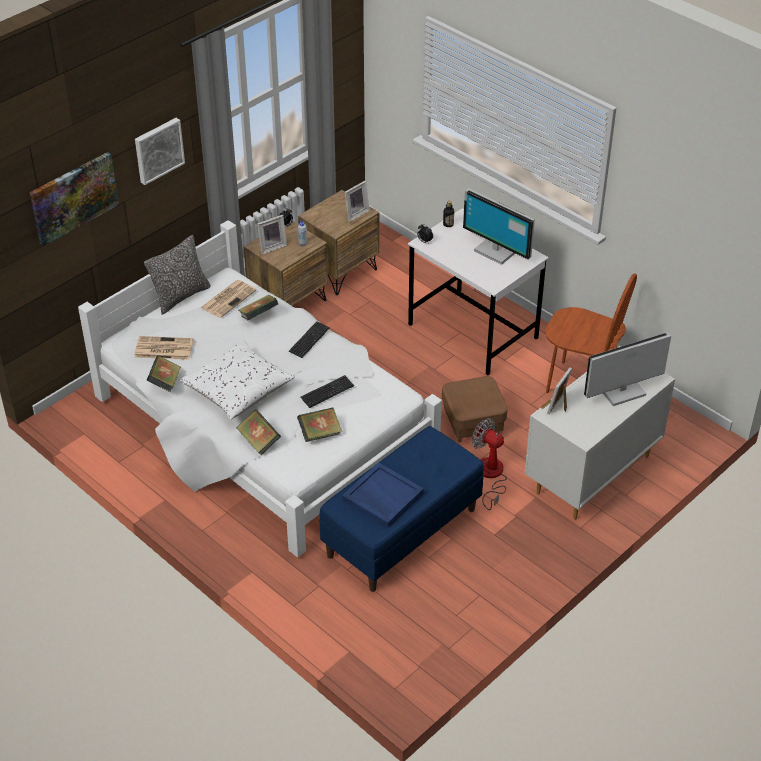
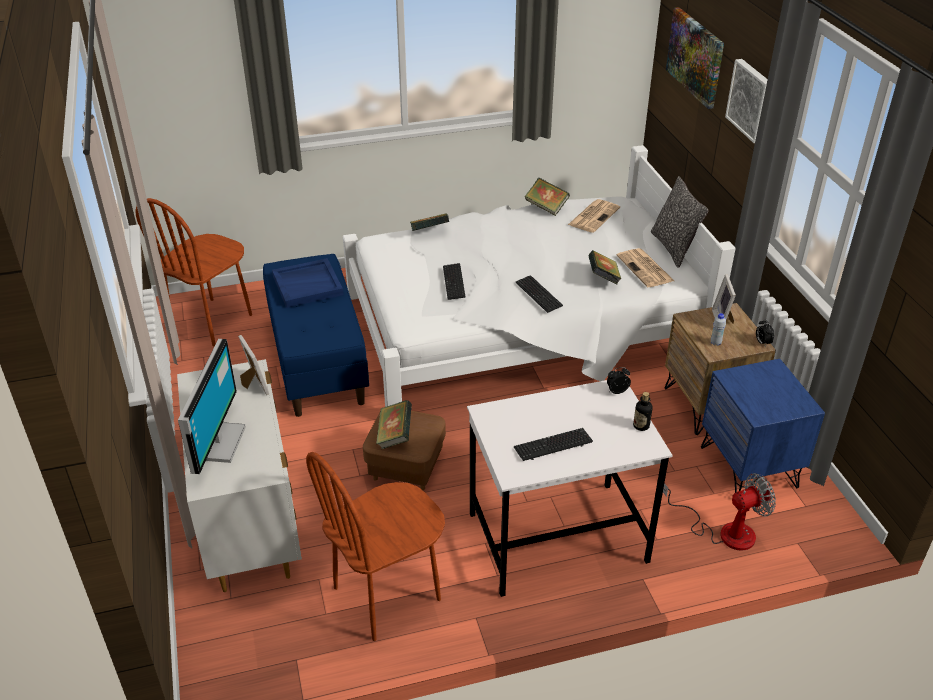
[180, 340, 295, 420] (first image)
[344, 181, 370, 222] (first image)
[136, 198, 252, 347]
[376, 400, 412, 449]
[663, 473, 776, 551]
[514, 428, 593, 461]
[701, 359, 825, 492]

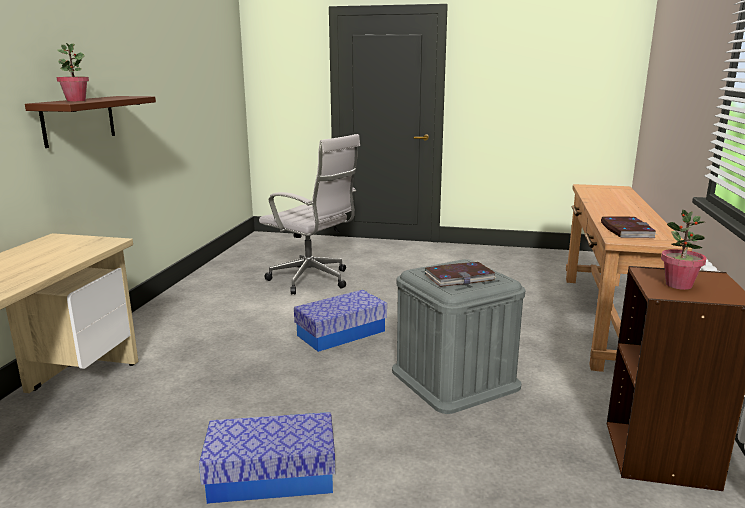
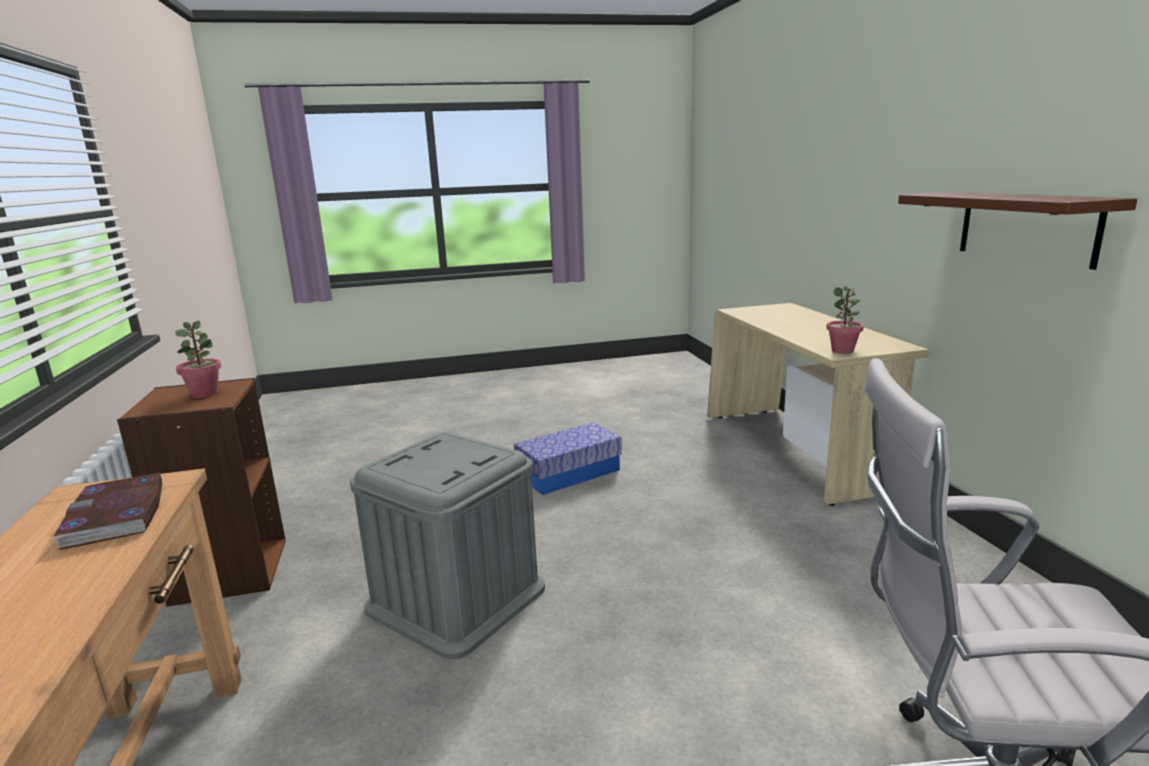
[294, 290, 387, 352] (first image)
[424, 262, 496, 287] (first image)
[826, 286, 864, 354]

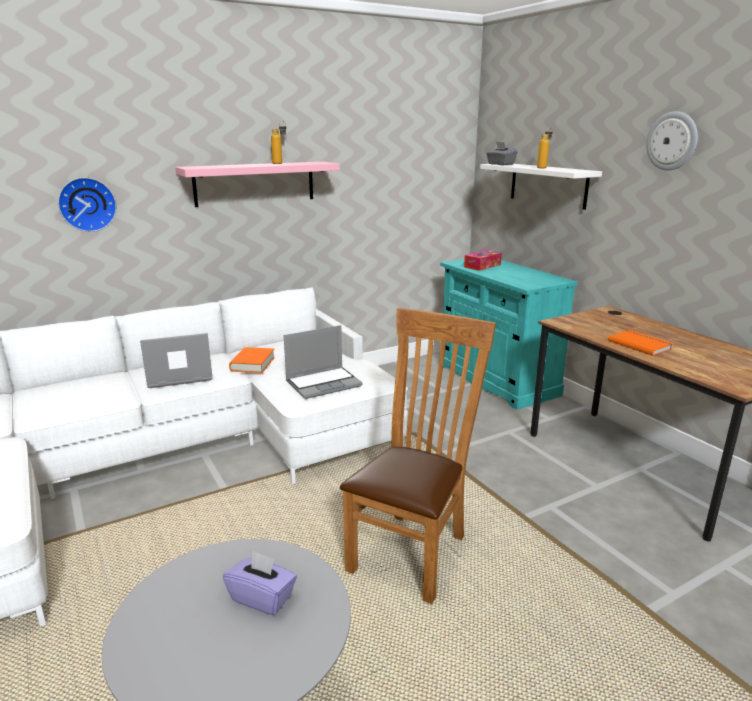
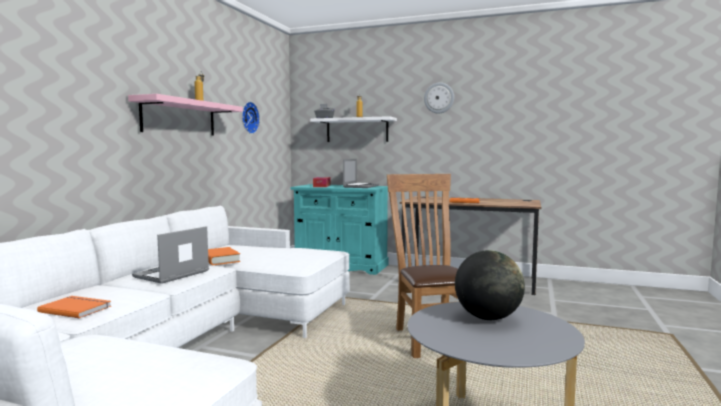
[37, 296, 111, 318]
[242, 102, 260, 134]
[343, 159, 379, 188]
[455, 250, 525, 320]

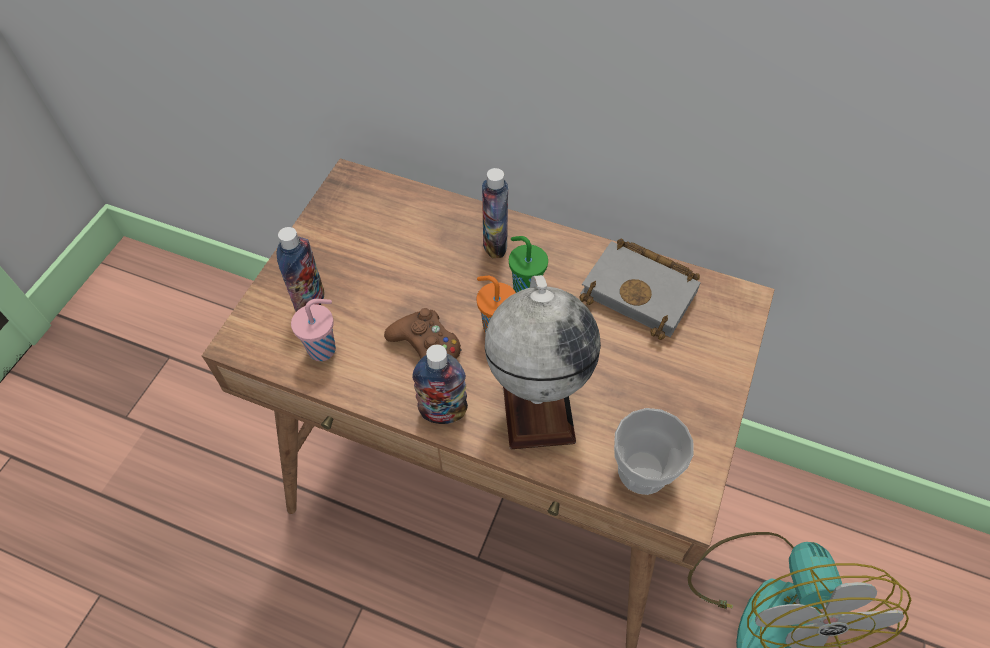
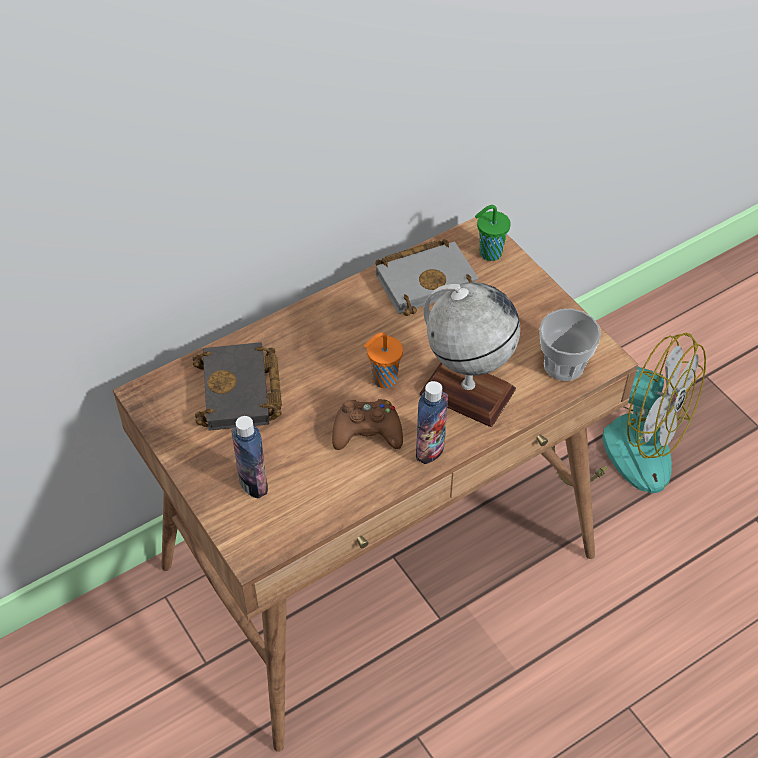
[291, 299, 336, 361] (first image)
[482, 168, 508, 258] (first image)
[193, 342, 282, 431]
[475, 205, 511, 261]

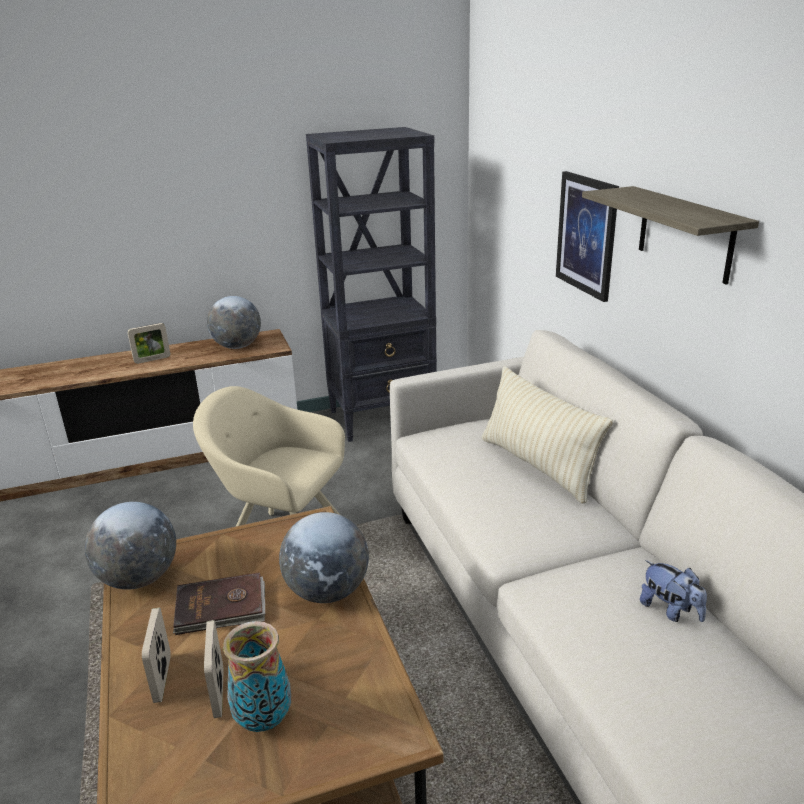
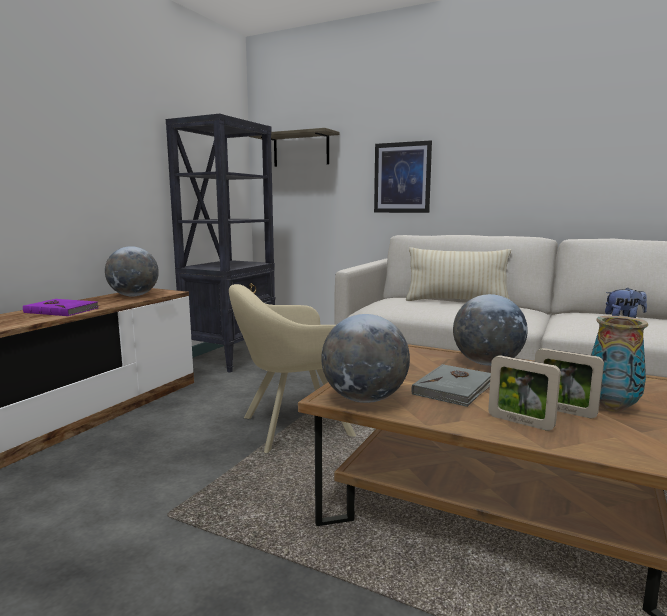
[248, 128, 339, 167]
[23, 299, 99, 316]
[411, 364, 491, 407]

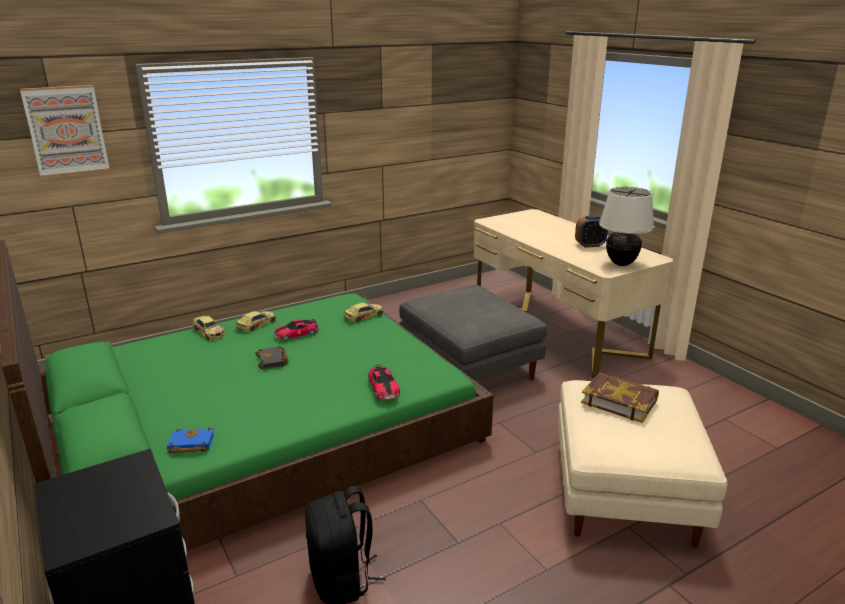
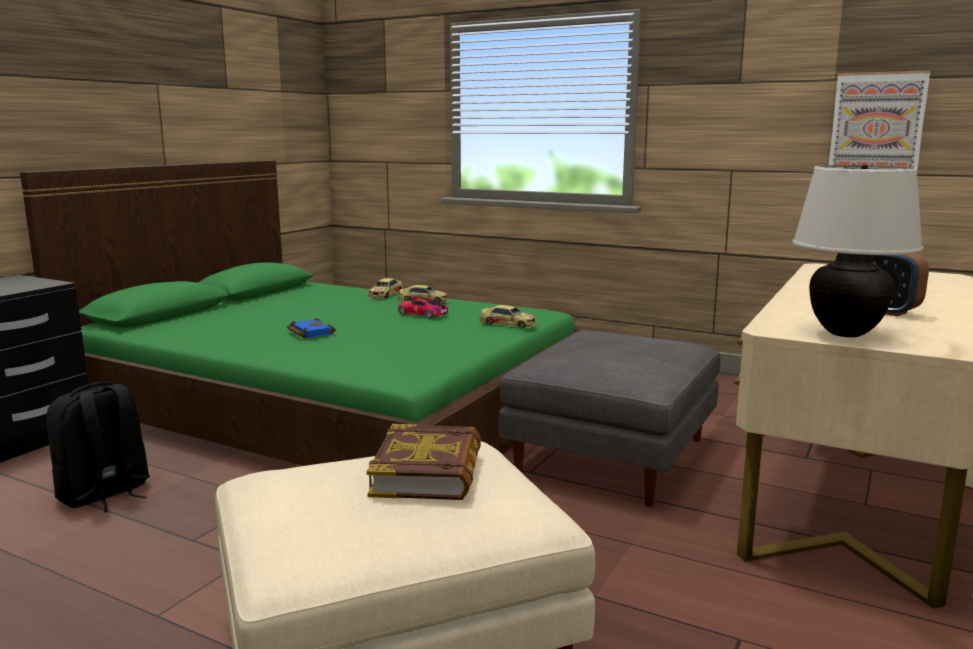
[255, 346, 288, 369] (first image)
[368, 365, 400, 400] (first image)
[829, 70, 930, 169]
[287, 318, 336, 339]

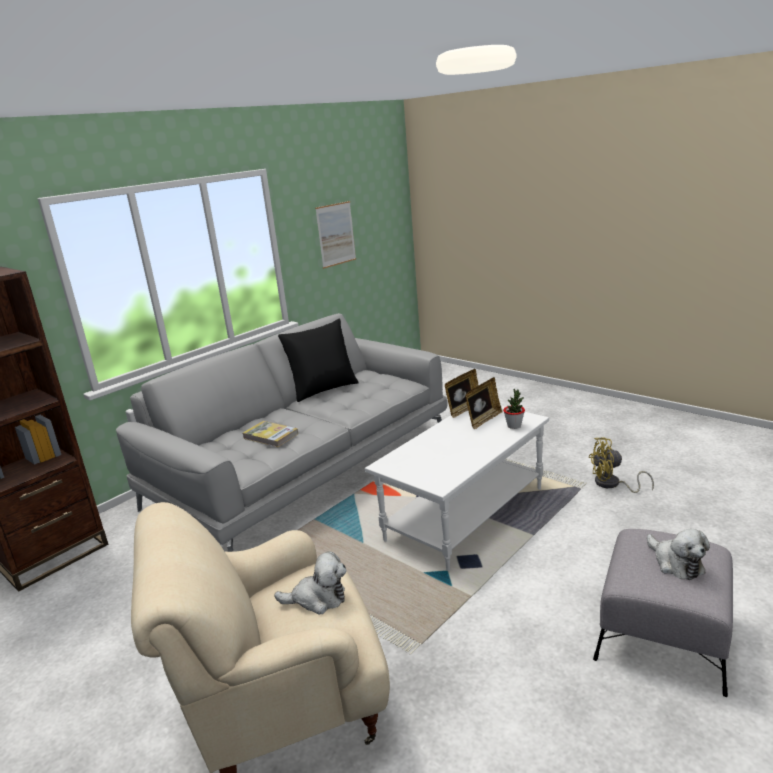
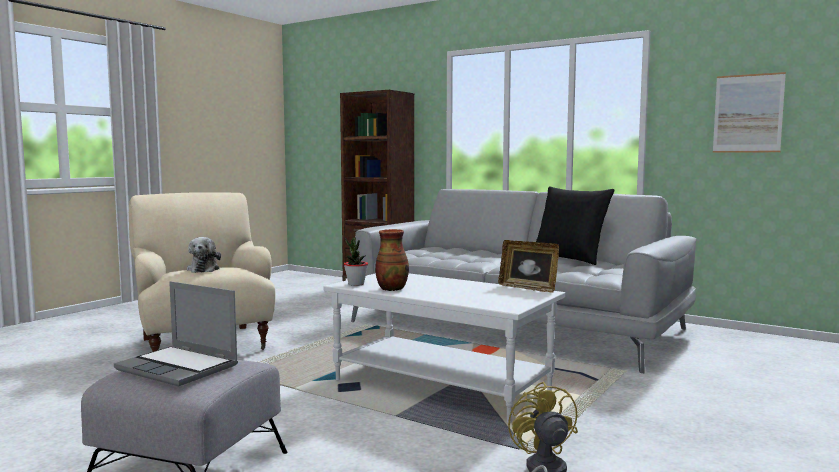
[243, 421, 298, 447] (first image)
[465, 377, 503, 429] (first image)
[375, 229, 409, 291]
[344, 237, 368, 286]
[114, 281, 238, 387]

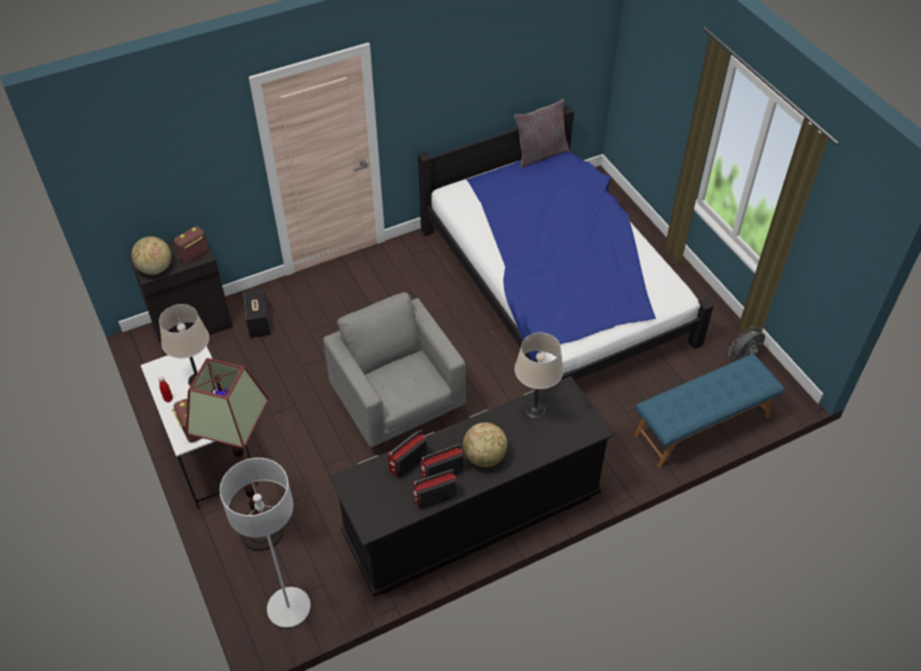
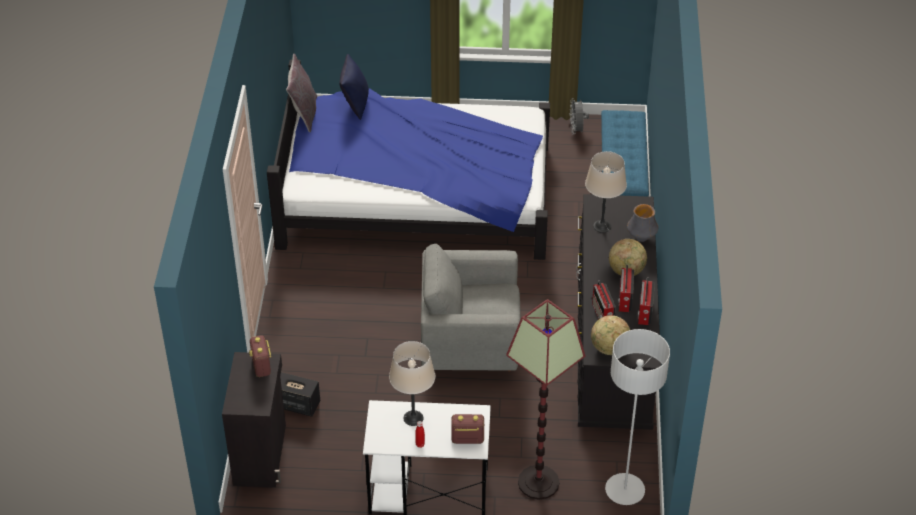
[339, 54, 369, 120]
[627, 204, 658, 242]
[591, 315, 630, 355]

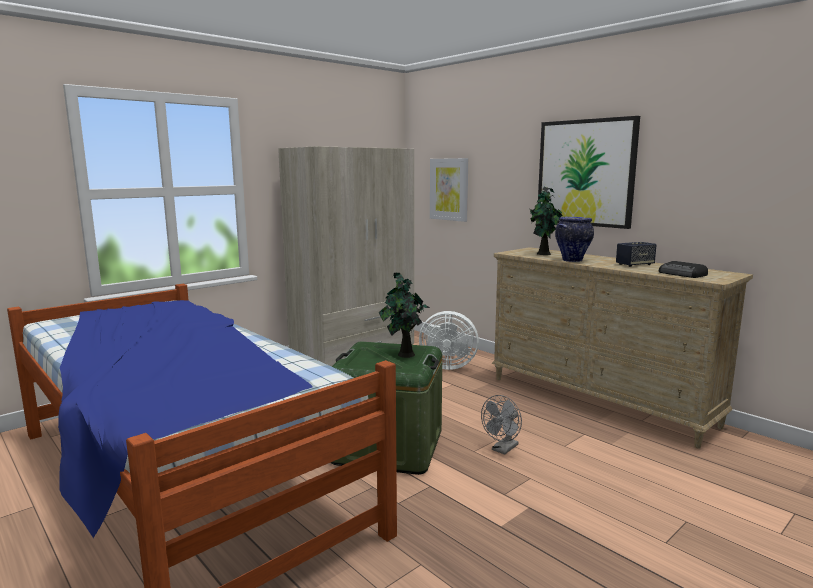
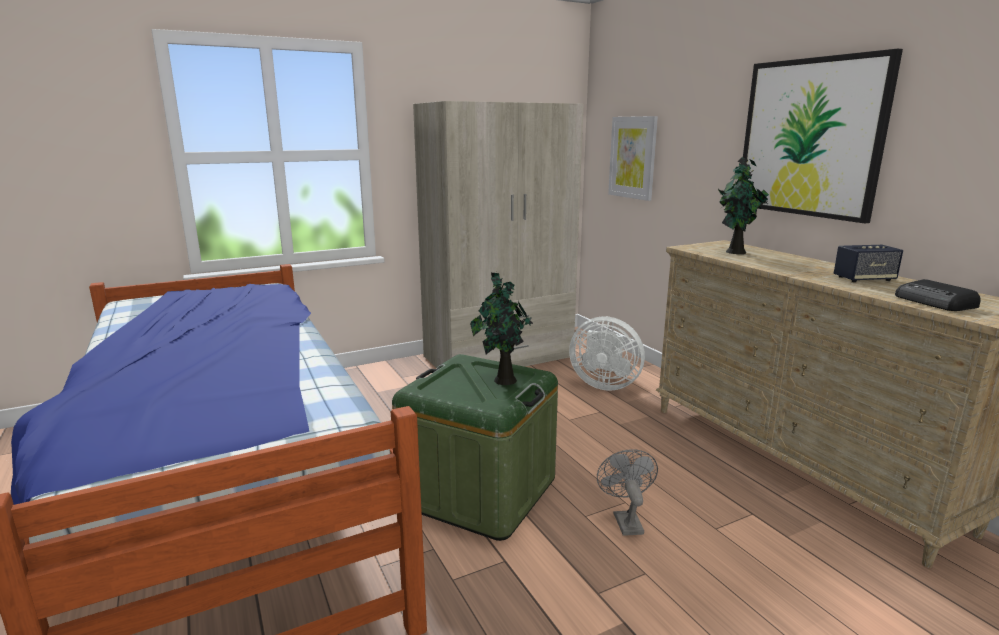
[555, 217, 594, 262] (first image)
[597, 449, 658, 536]

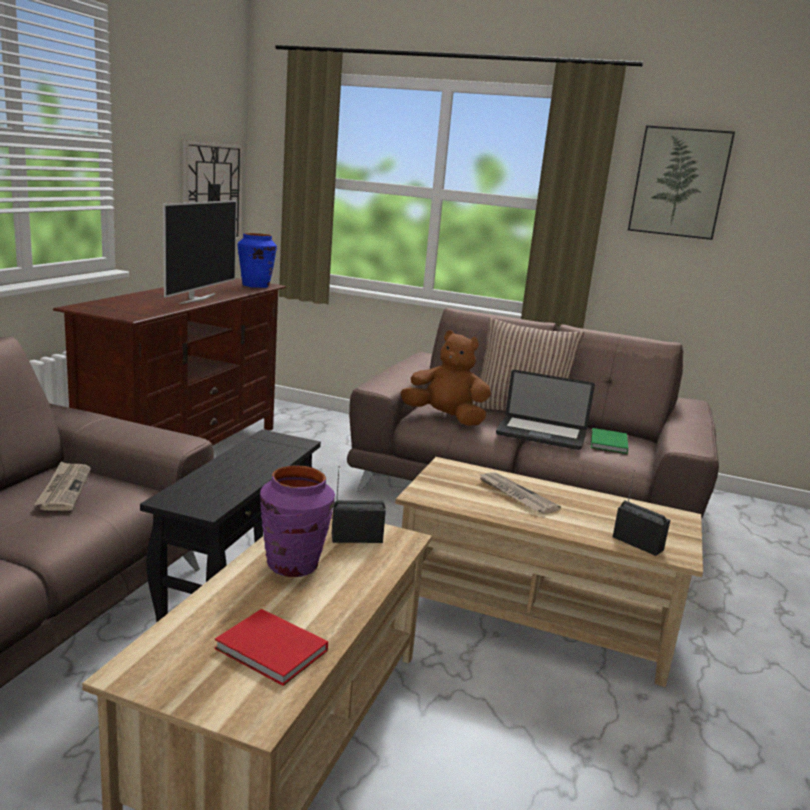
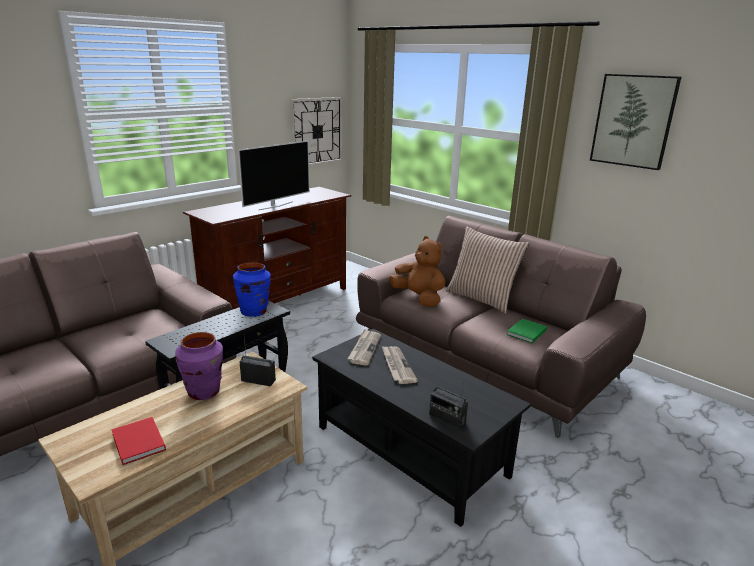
[496, 370, 595, 450] (first image)
[347, 329, 381, 365]
[233, 263, 271, 317]
[312, 329, 531, 527]
[429, 381, 468, 429]

